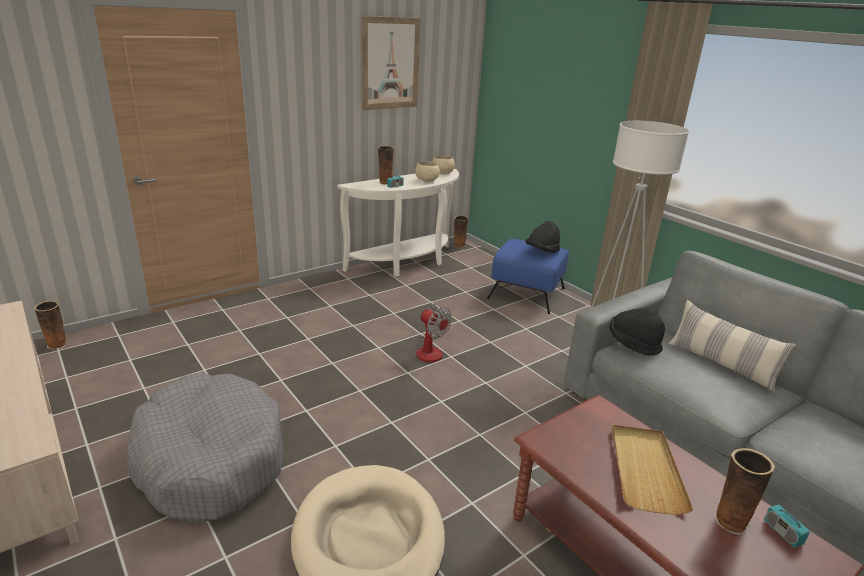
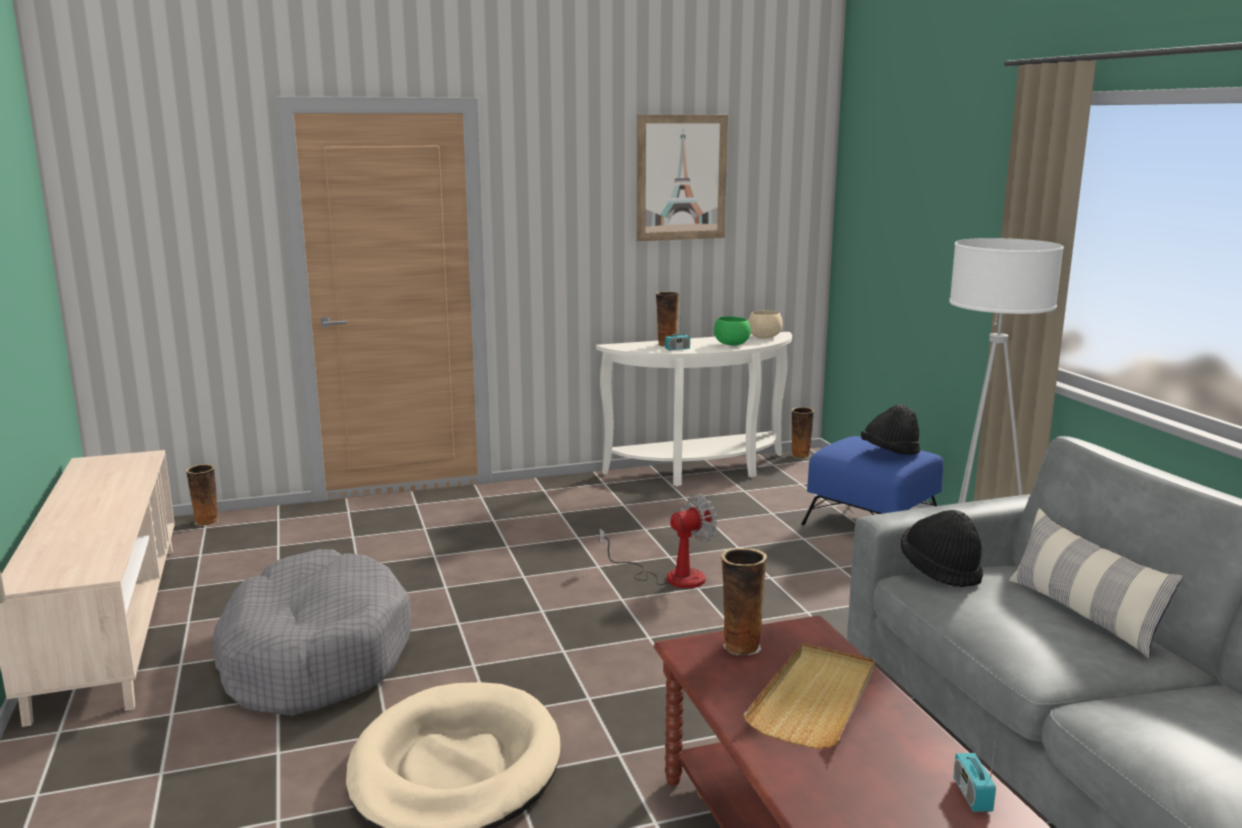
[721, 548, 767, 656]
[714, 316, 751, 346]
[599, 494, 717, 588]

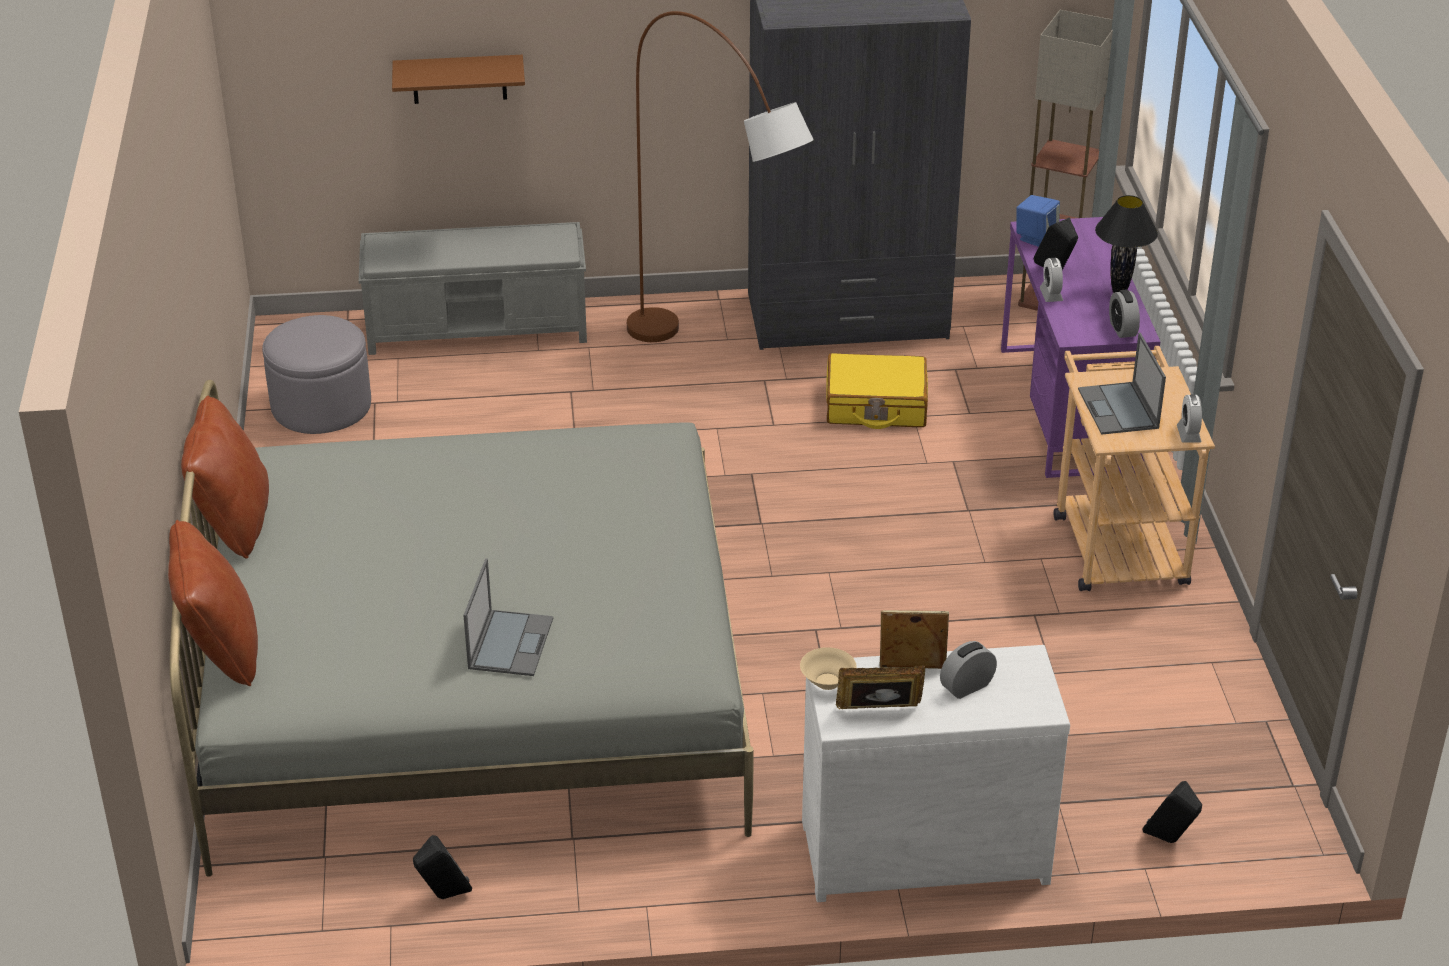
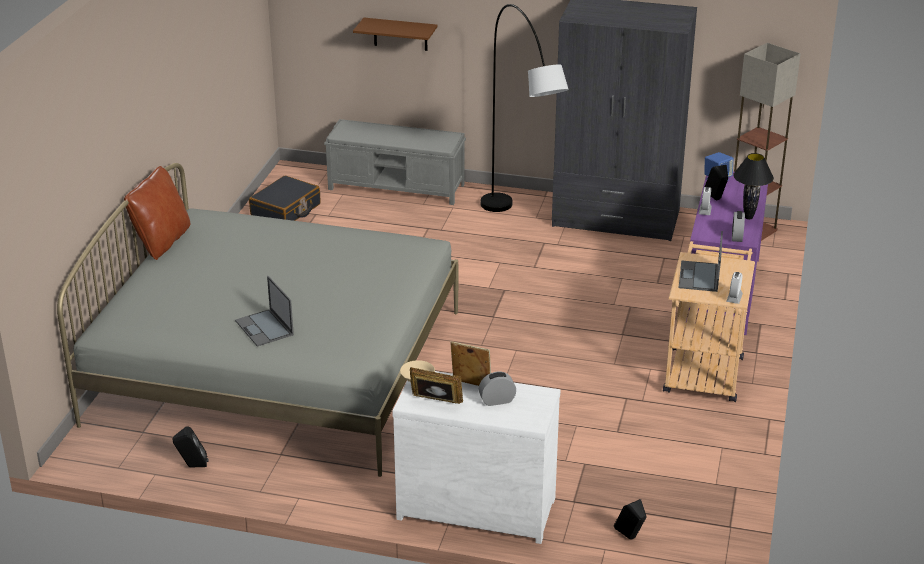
[168, 520, 258, 686] (first image)
[826, 353, 928, 429] (first image)
[249, 176, 321, 221]
[481, 4, 569, 212]
[235, 276, 294, 347]

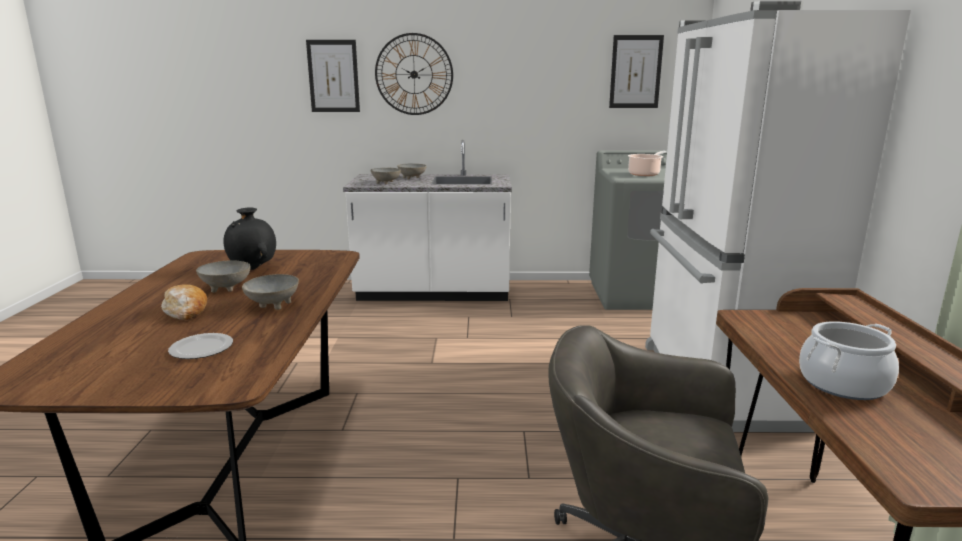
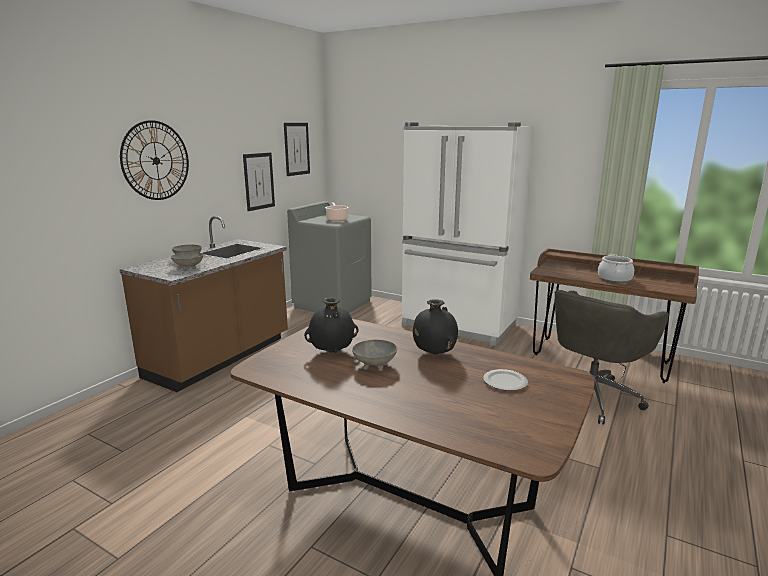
[161, 284, 207, 320] (first image)
[243, 153, 275, 211]
[413, 299, 458, 355]
[119, 216, 288, 392]

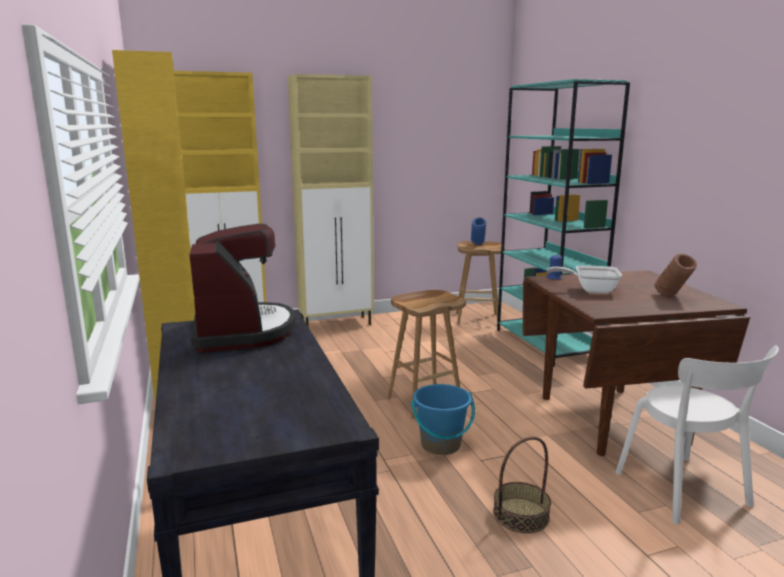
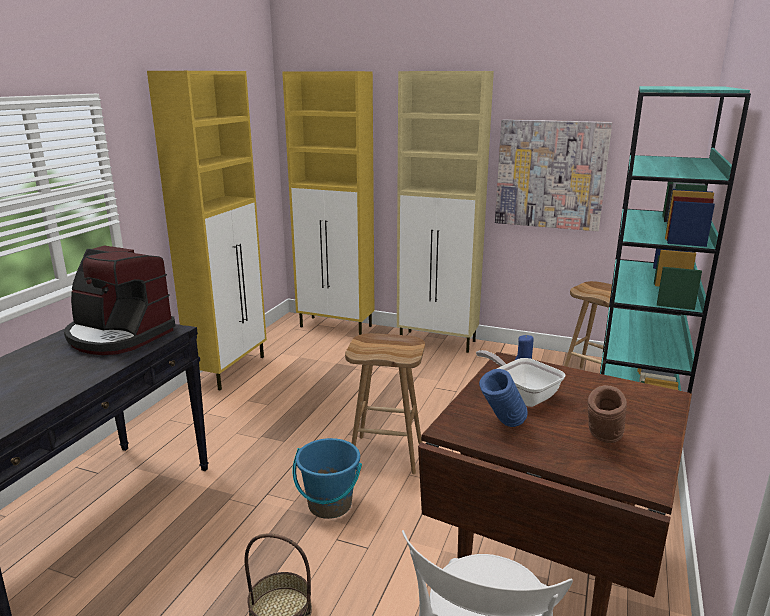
[495, 119, 612, 231]
[479, 369, 528, 427]
[64, 246, 175, 355]

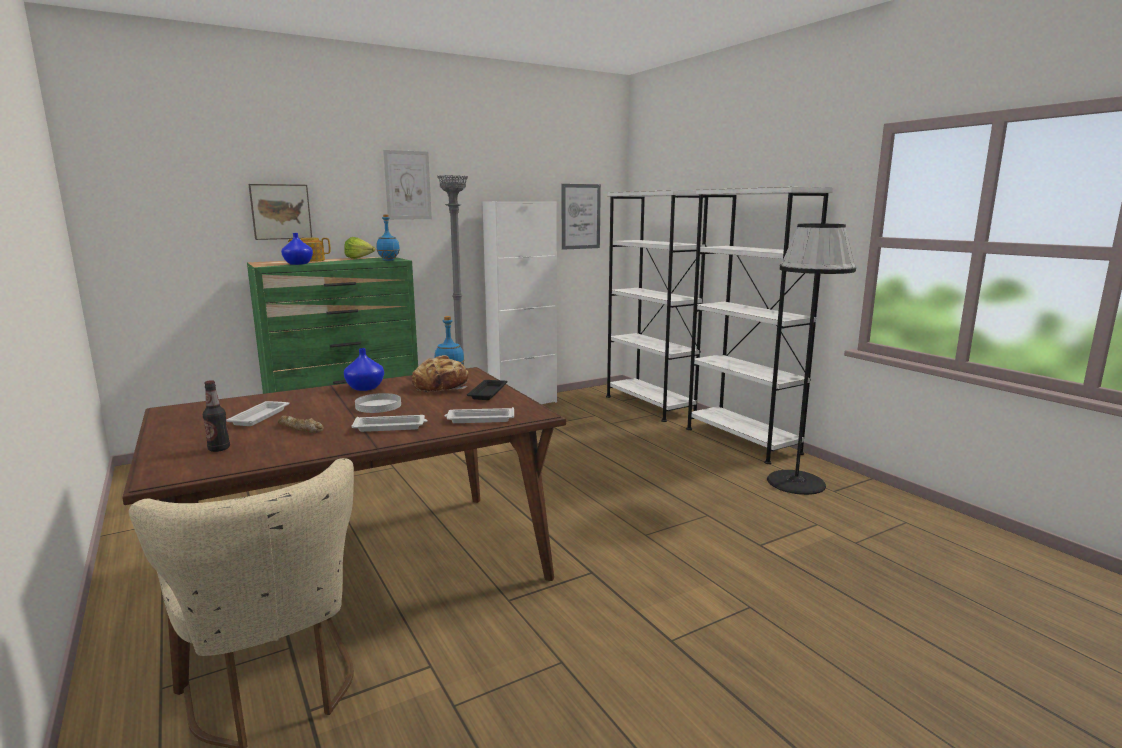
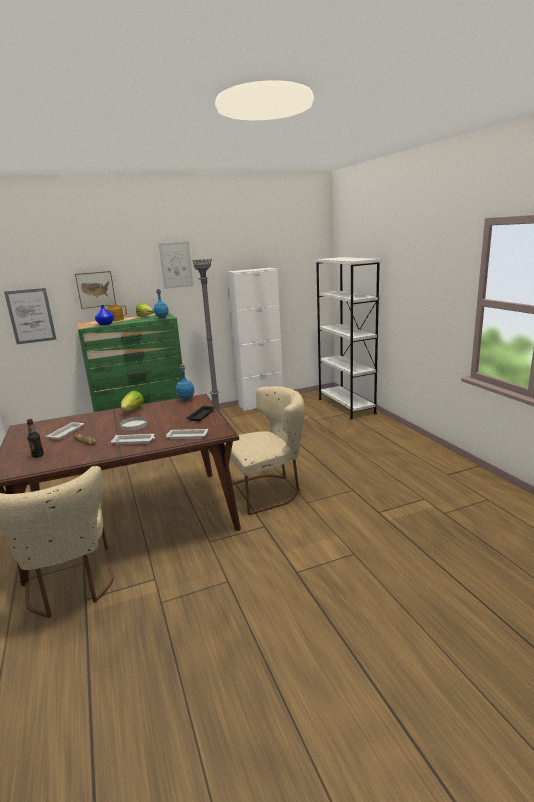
[412, 355, 469, 393] (first image)
[686, 187, 833, 464] (first image)
[767, 224, 856, 495] (first image)
[224, 386, 305, 515]
[4, 288, 57, 344]
[121, 391, 144, 411]

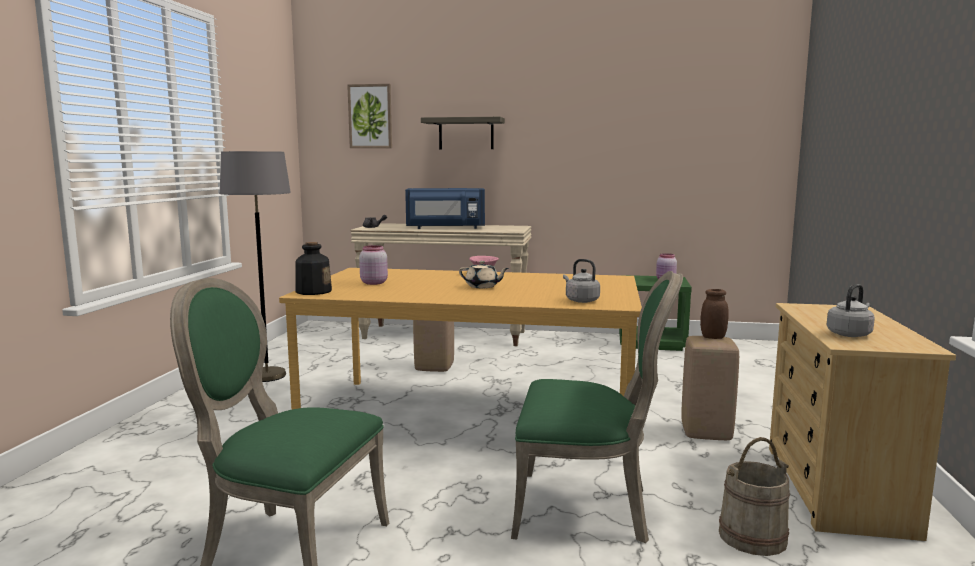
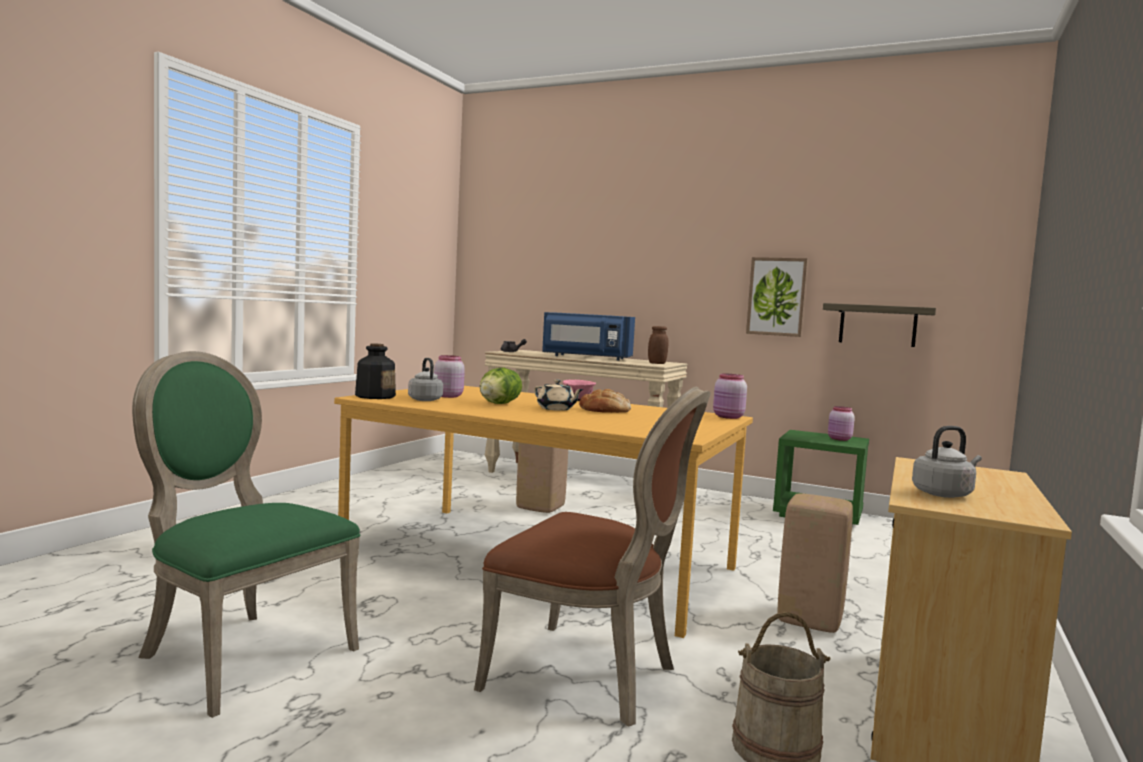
[220, 151, 291, 382] (first image)
[480, 368, 522, 404]
[579, 389, 631, 413]
[713, 374, 747, 419]
[746, 257, 808, 337]
[823, 303, 936, 347]
[408, 358, 443, 401]
[648, 326, 669, 364]
[474, 387, 711, 727]

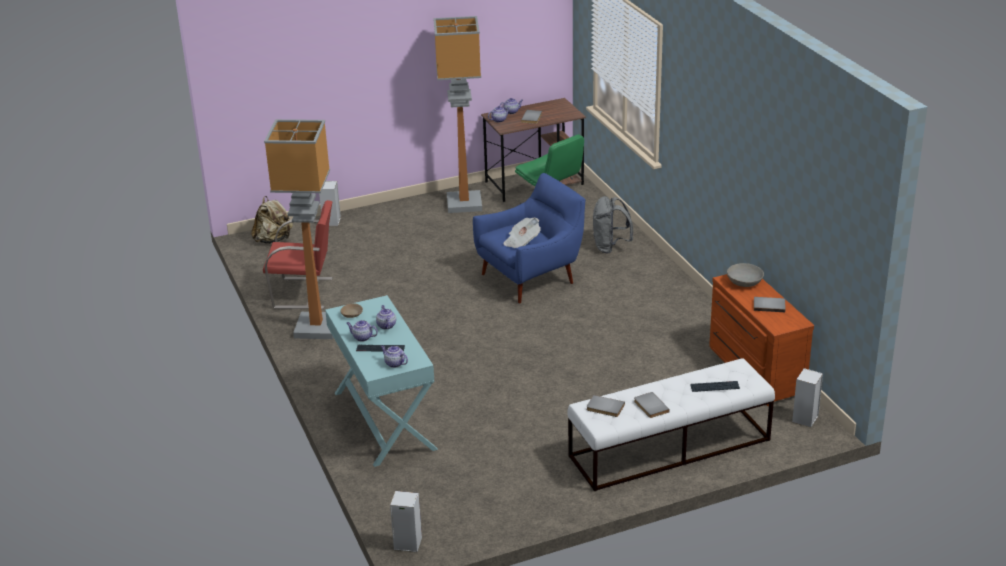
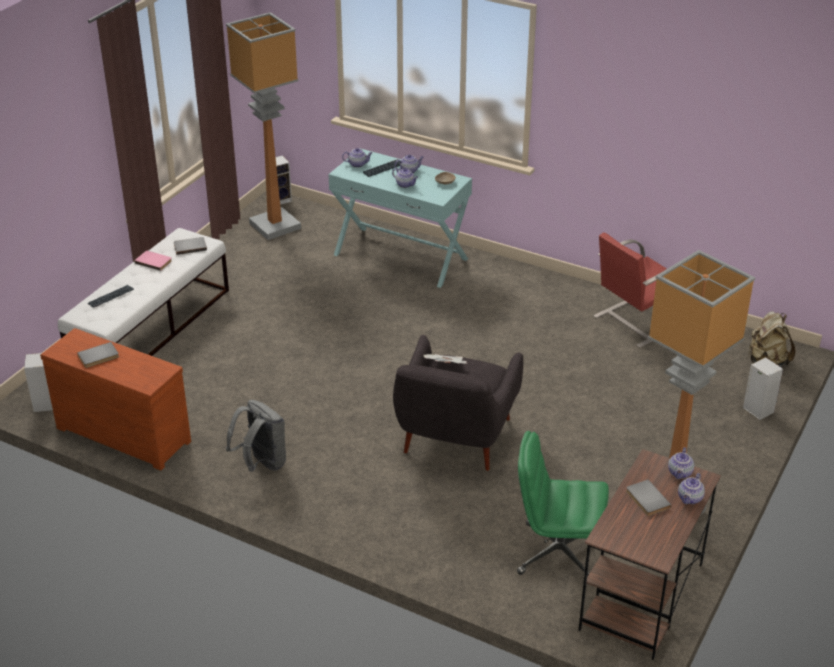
[727, 263, 764, 287] (first image)
[226, 12, 301, 240]
[226, 400, 286, 472]
[393, 335, 523, 471]
[134, 251, 172, 271]

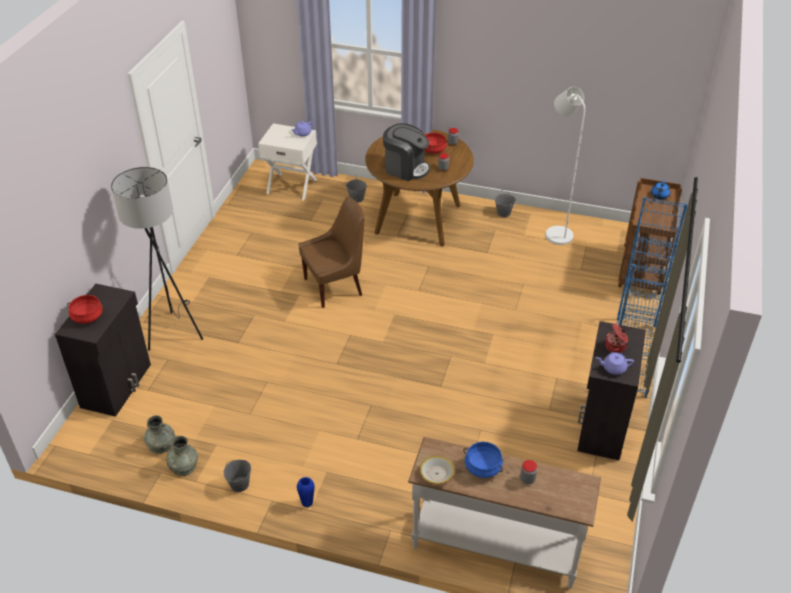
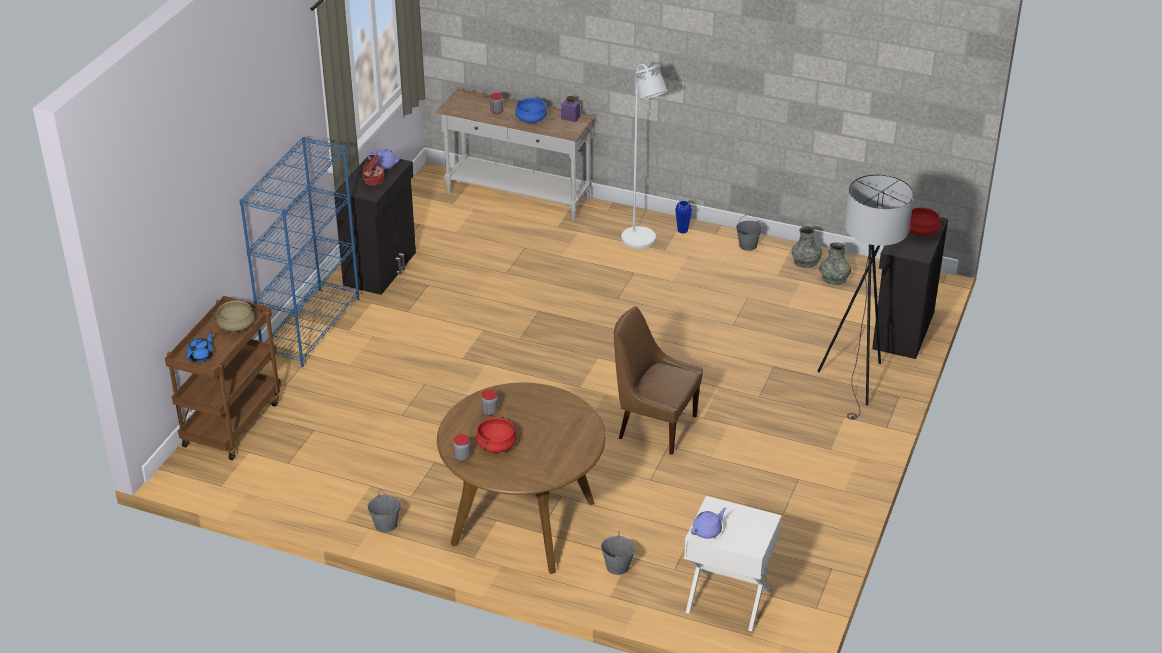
[383, 123, 430, 181] (first image)
[212, 301, 257, 332]
[621, 64, 668, 249]
[561, 96, 580, 122]
[614, 306, 703, 455]

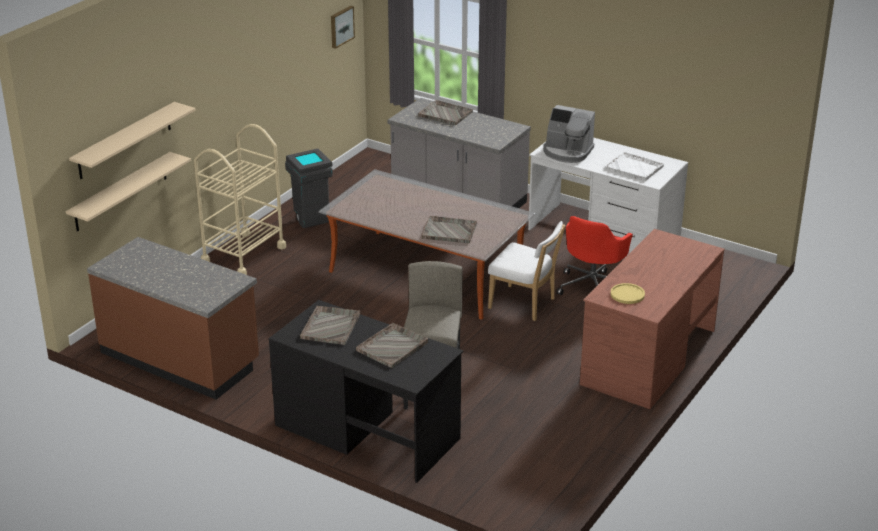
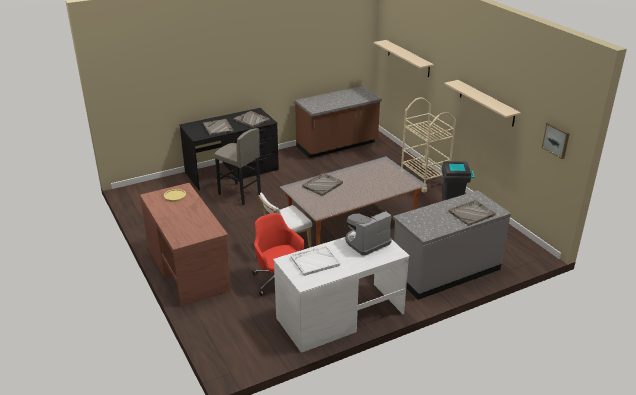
[444, 80, 521, 126]

